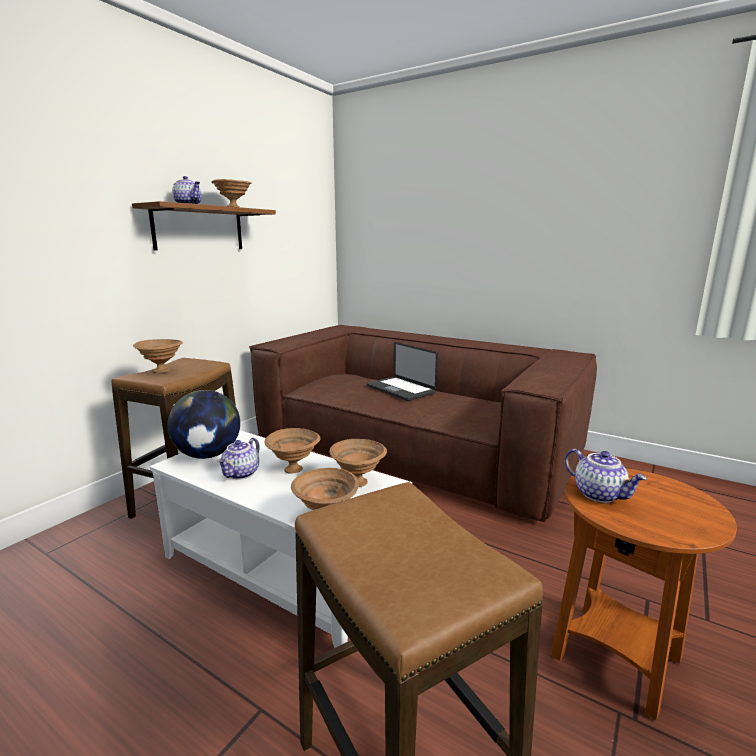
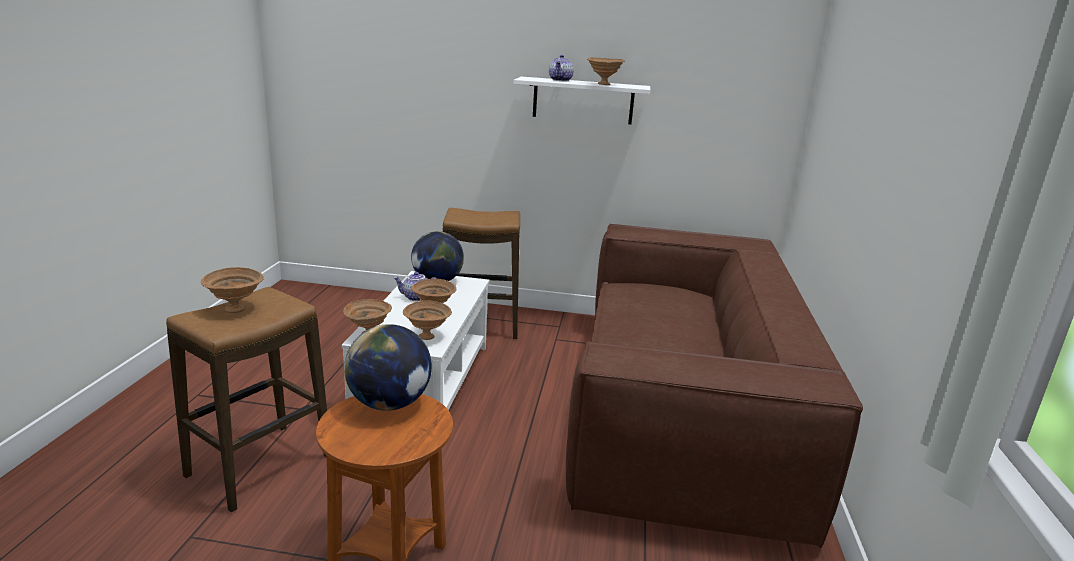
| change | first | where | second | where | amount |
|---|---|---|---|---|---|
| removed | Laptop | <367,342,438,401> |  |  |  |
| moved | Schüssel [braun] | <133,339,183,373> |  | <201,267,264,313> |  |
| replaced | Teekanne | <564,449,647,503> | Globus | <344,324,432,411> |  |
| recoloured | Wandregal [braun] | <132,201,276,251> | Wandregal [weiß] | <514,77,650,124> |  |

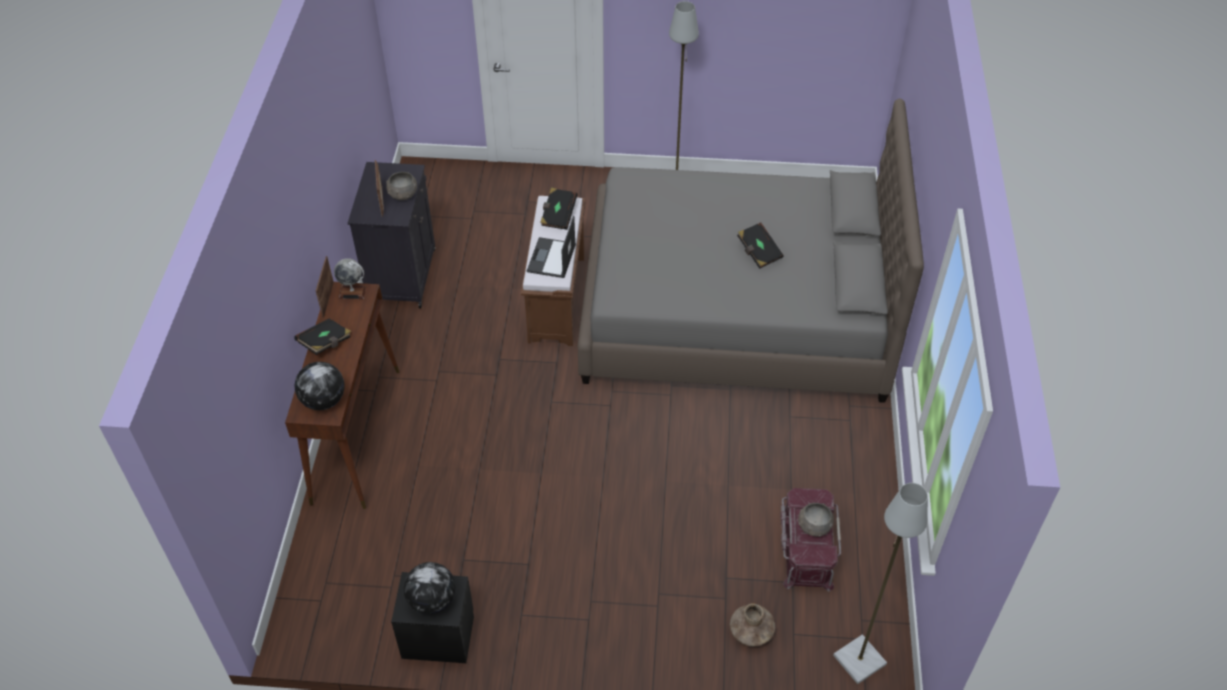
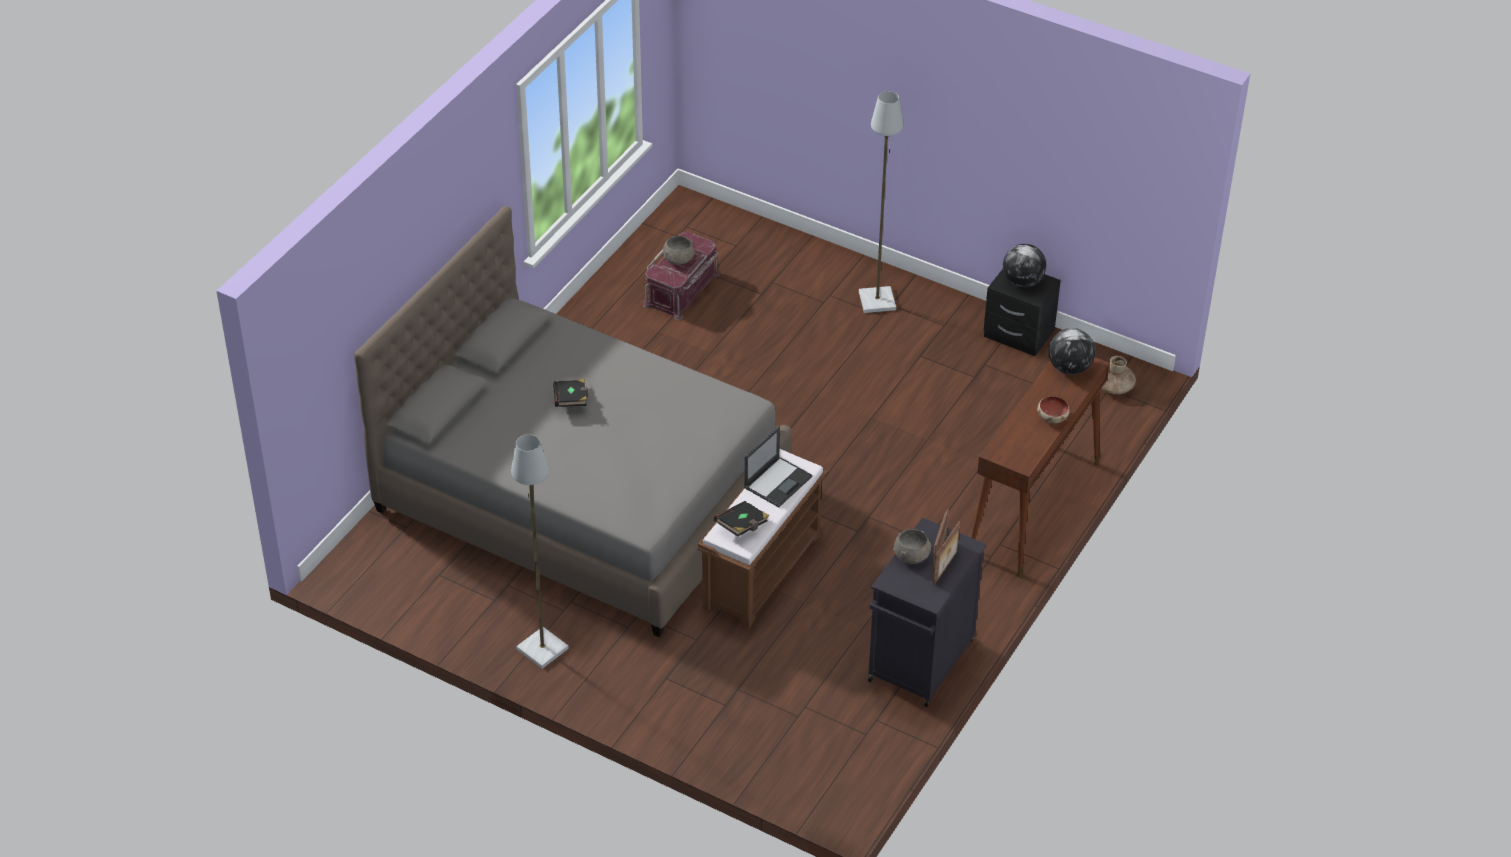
| change | first | where | second | where | amount |
|---|---|---|---|---|---|
| removed | Globus | <334,258,366,299> |  |  |  |
| moved | Bilderrahmen | <316,256,334,318> |  | <933,521,960,585> |  |
| moved | Vase [braun] | <730,603,775,647> |  | <1101,356,1136,394> |  |
| moved | Stehlampe [grau] | <833,483,928,684> |  | <859,91,903,313> |  |
| replaced | Buch [schwarz] | <294,318,351,355> | Schüssel | <1037,396,1070,424> |  |

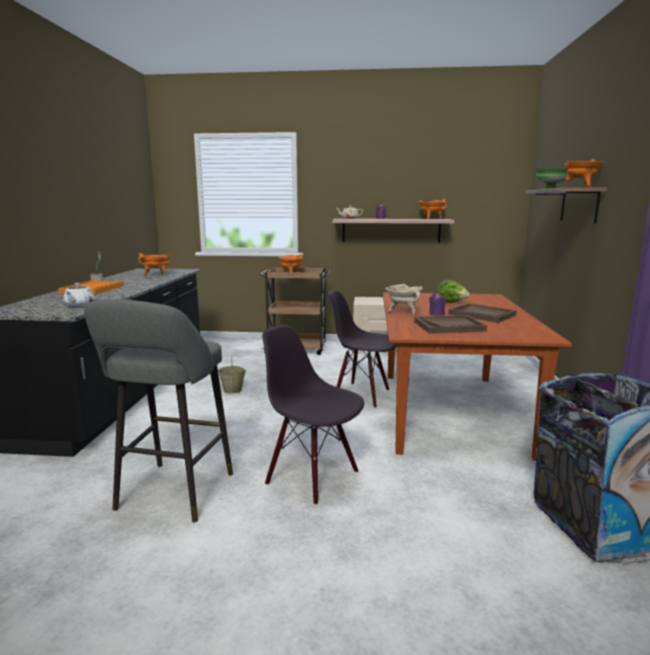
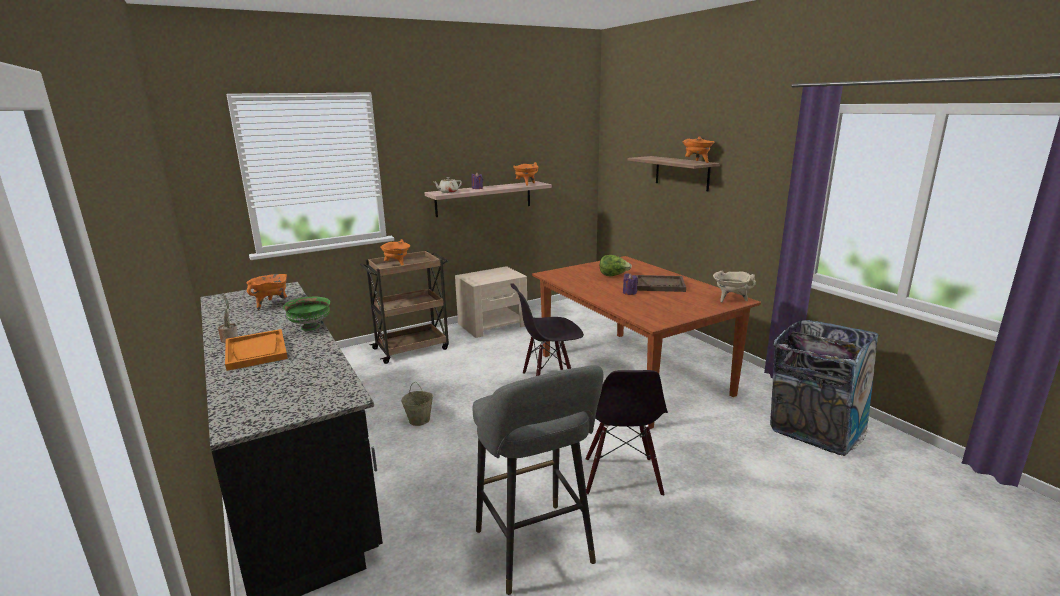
| change | first | where | second | where | amount |
|---|---|---|---|---|---|
| removed | Teekanne [weiß] | <63,283,95,306> |  |  |  |
| removed | Tablett [braun] | <414,315,487,334> |  |  |  |
| moved | Kochtopf [beige] | <386,284,423,316> |  | <713,271,756,302> |  |
| moved | Schüssel [grün] | <536,169,568,189> |  | <283,297,330,331> |  |
| turned | Stuhl [schwarz] | <262,325,364,505> |  | <586,370,668,496> | 90 degrees counterclockwise |

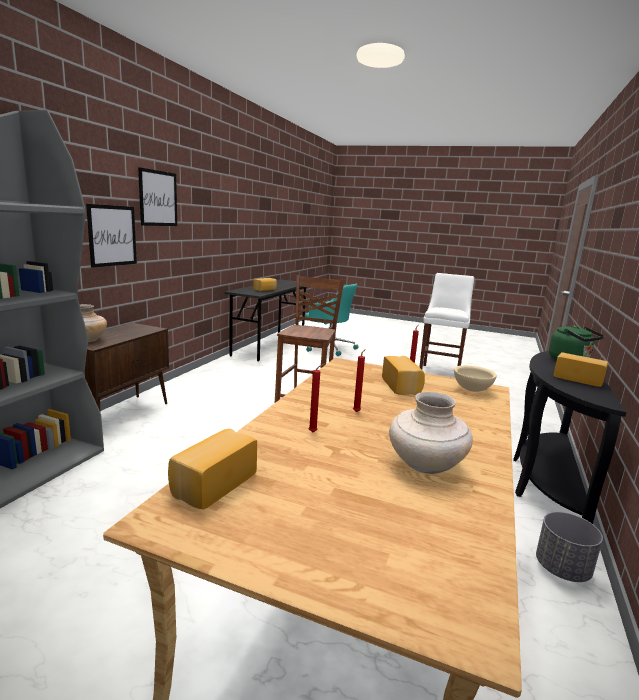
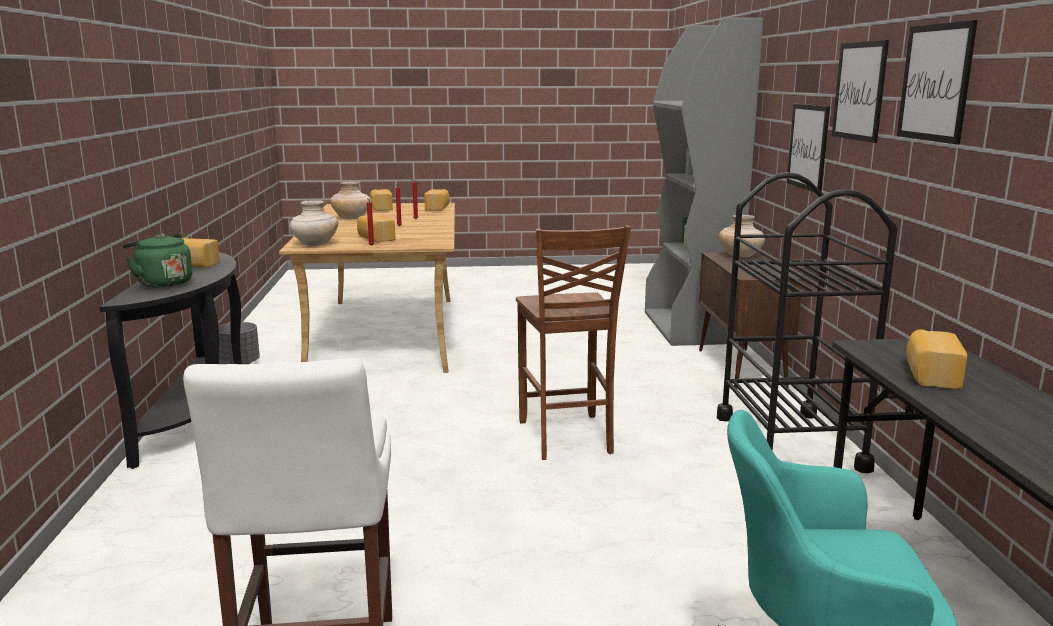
| change | first | where | second | where | amount |
|---|---|---|---|---|---|
| added |  |  | Brot | <370,189,393,211> |  |
| added |  |  | Rollwagen [schwarz] | <717,172,897,473> |  |
| added |  |  | Bild | <897,20,978,144> |  |
| replaced | Schüssel [beige] | <454,365,497,392> | Vase [beige] | <290,200,338,246> |  |

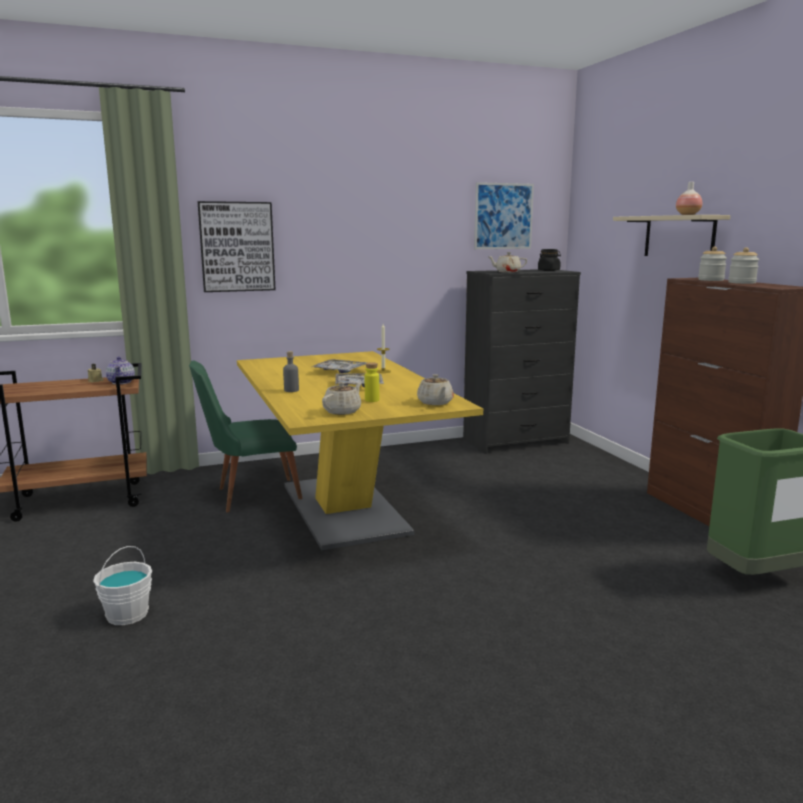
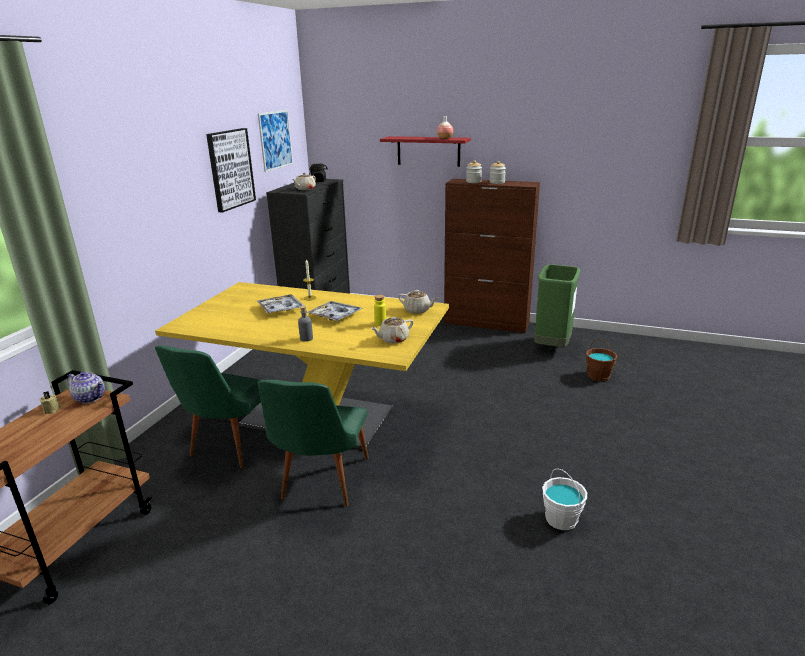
| change | first | where | second | where | amount |
|---|---|---|---|---|---|
| added |  |  | Stuhl [grün] | <258,380,369,507> |  |
| added |  |  | Eimer [braun] | <586,339,617,381> |  |
| moved | Eimer [weiß] | <93,546,152,625> |  | <542,468,587,530> |  |
| moved | Bild | <198,201,275,292> |  | <206,128,256,213> |  |
| recoloured | Wandregal [beige] | <613,215,730,256> | Wandregal [rot] | <380,136,471,167> |  |
| turned | Teekanne [beige] | <322,382,362,415> |  | <371,317,413,344> | 105 degrees counterclockwise |

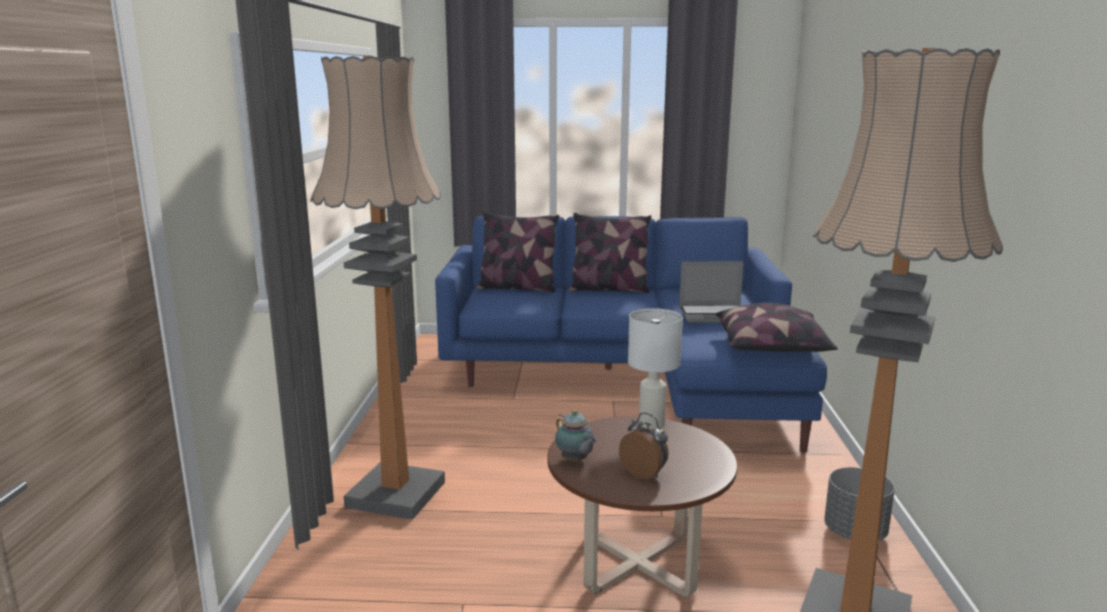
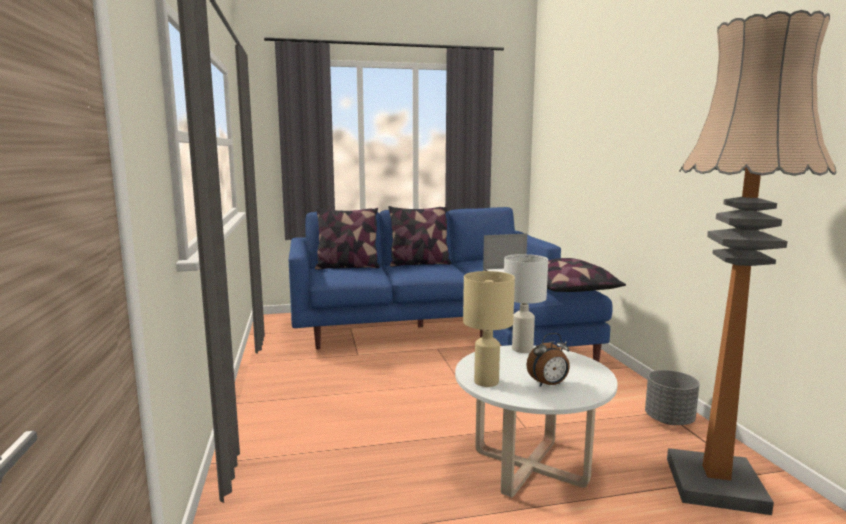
| change | first | where | second | where | amount |
|---|---|---|---|---|---|
| removed | Stehlampe | <310,56,445,520> |  |  |  |
| replaced | Teekanne | <555,410,597,462> | Tischlampe [beige] | <463,271,515,387> |  |
| recoloured | Couchtisch [braun] | <547,417,737,597> | Couchtisch [weiß] | <455,345,618,498> |  |
| turned | Wecker | <619,412,669,479> |  | <527,333,570,387> | 135 degrees clockwise |

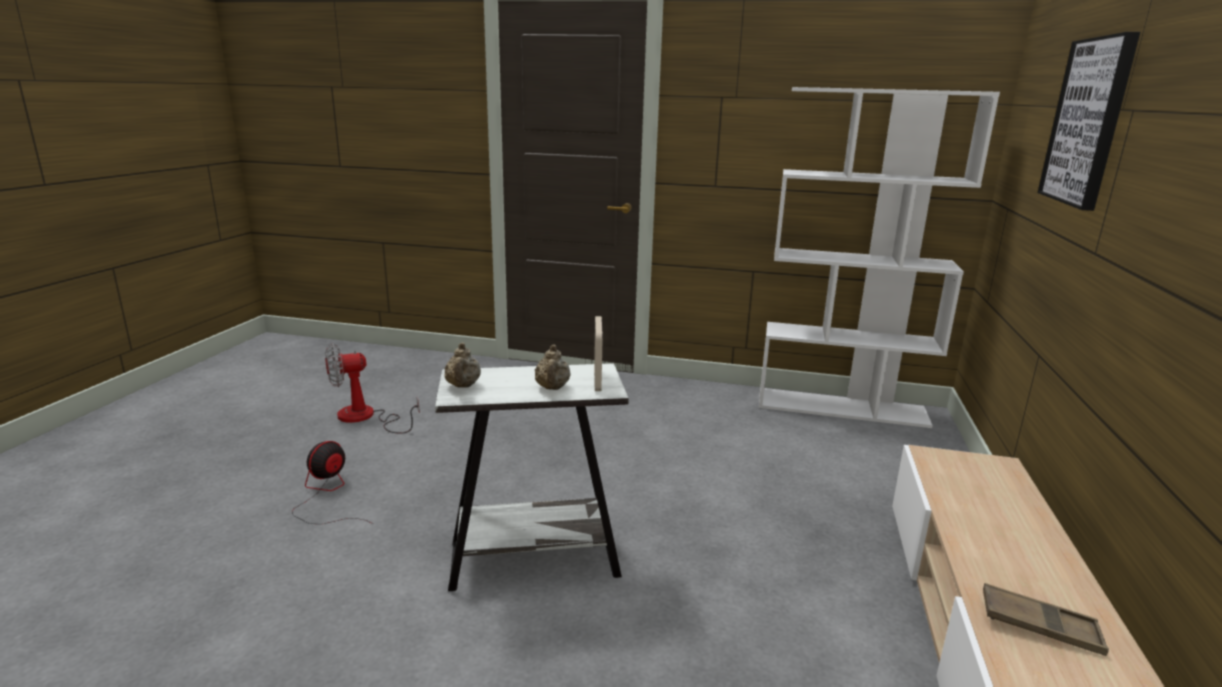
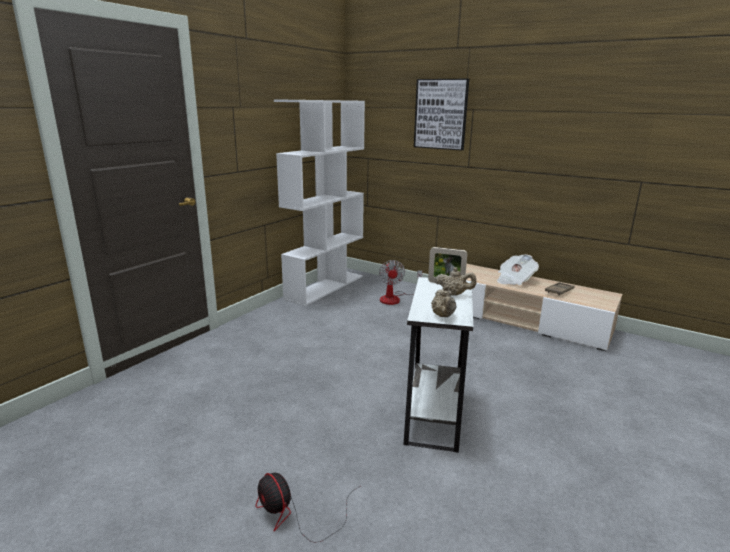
| change | first | where | second | where | amount |
|---|---|---|---|---|---|
| added |  |  | Zeitung | <497,254,539,285> |  |
| moved | Ventilator | <325,344,420,434> |  | <379,260,422,305> |  |
| turned | Teekanne [beige] | <444,342,481,388> |  | <431,286,457,317> | 75 degrees clockwise |

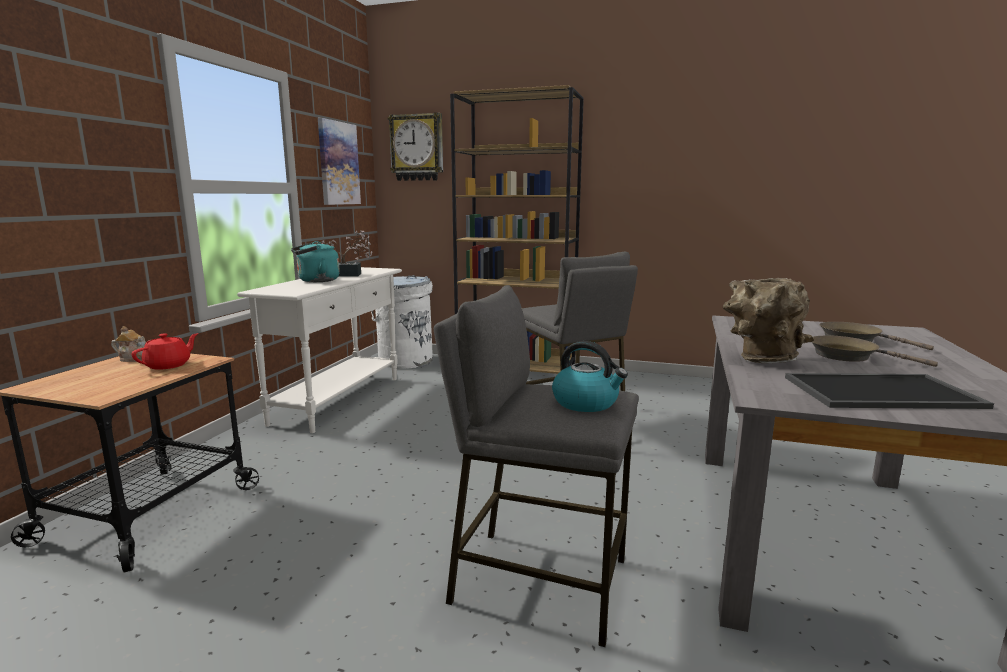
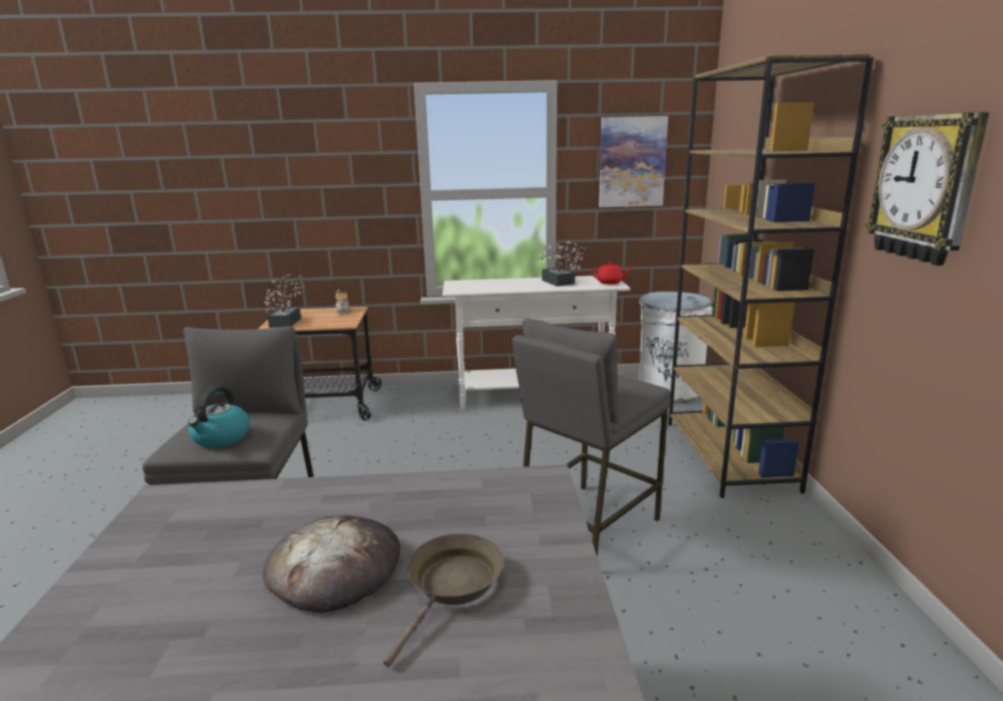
| change | first | where | second | where | amount |
|---|---|---|---|---|---|
| removed | Wasserkessel [türkis] | <291,241,340,282> |  |  |  |
| removed | Vase [braun] | <723,278,815,363> |  |  |  |
| removed | Tablett | <785,373,994,409> |  |  |  |
| added |  |  | Topfpflanze | <264,274,305,328> |  |
| moved | Teekanne [rot] | <132,333,198,370> |  | <590,262,633,284> |  |
| moved | Wanduhr | <388,112,443,181> |  | <865,112,990,266> |  |
| replaced | Pfanne [braun] | <812,336,938,367> | Brot | <263,516,400,613> |  |

